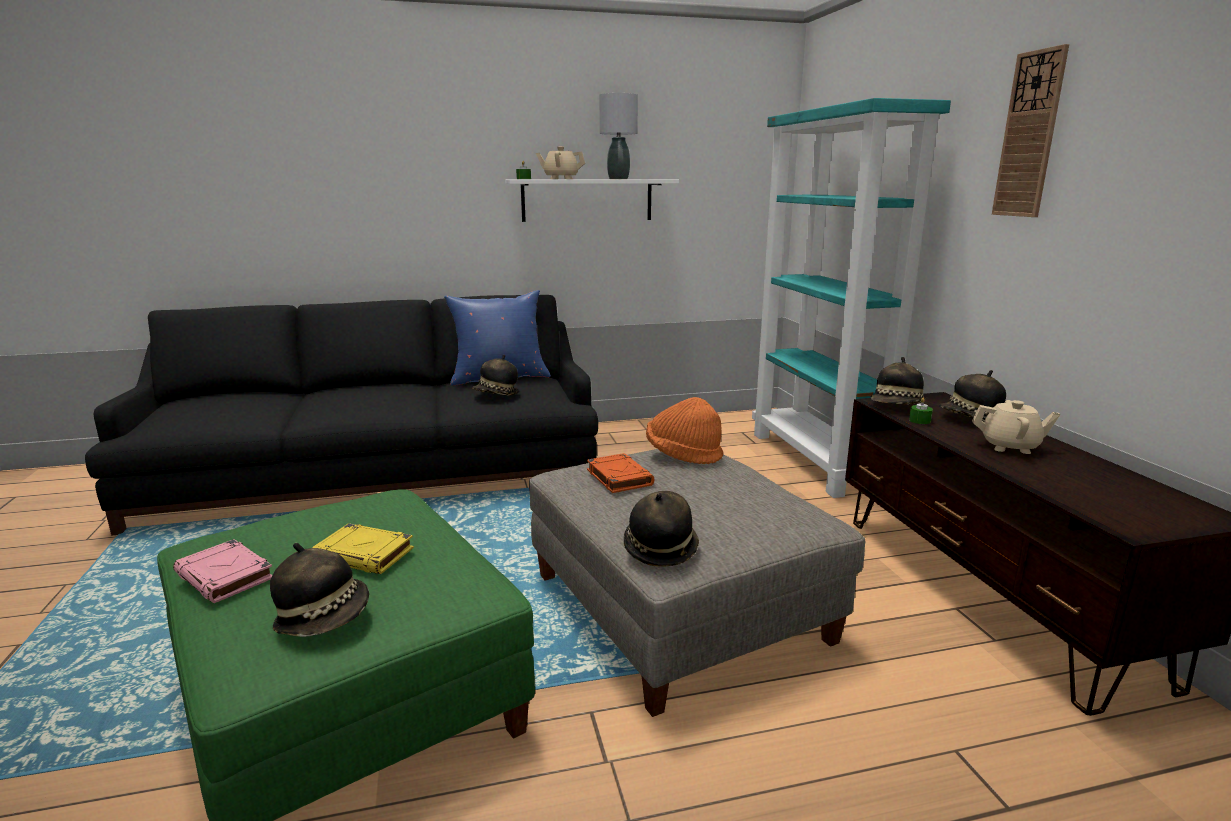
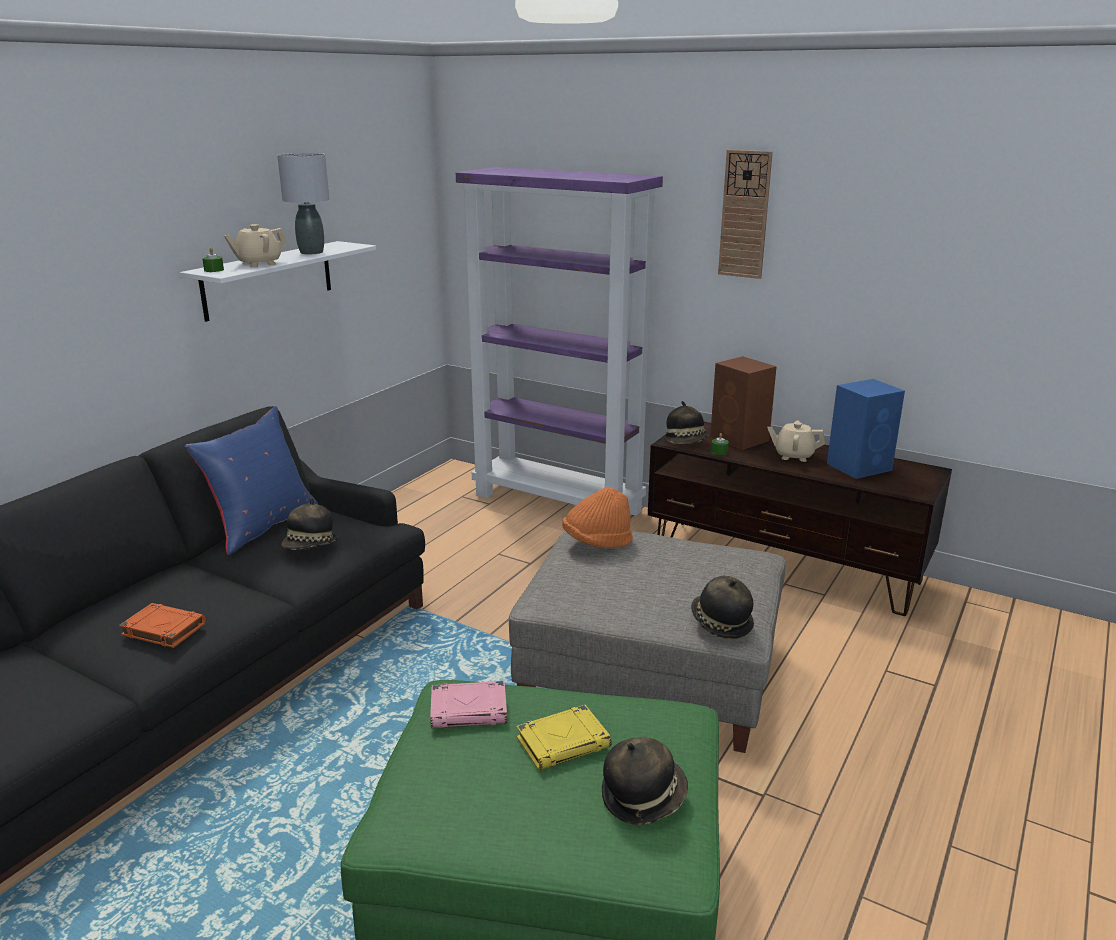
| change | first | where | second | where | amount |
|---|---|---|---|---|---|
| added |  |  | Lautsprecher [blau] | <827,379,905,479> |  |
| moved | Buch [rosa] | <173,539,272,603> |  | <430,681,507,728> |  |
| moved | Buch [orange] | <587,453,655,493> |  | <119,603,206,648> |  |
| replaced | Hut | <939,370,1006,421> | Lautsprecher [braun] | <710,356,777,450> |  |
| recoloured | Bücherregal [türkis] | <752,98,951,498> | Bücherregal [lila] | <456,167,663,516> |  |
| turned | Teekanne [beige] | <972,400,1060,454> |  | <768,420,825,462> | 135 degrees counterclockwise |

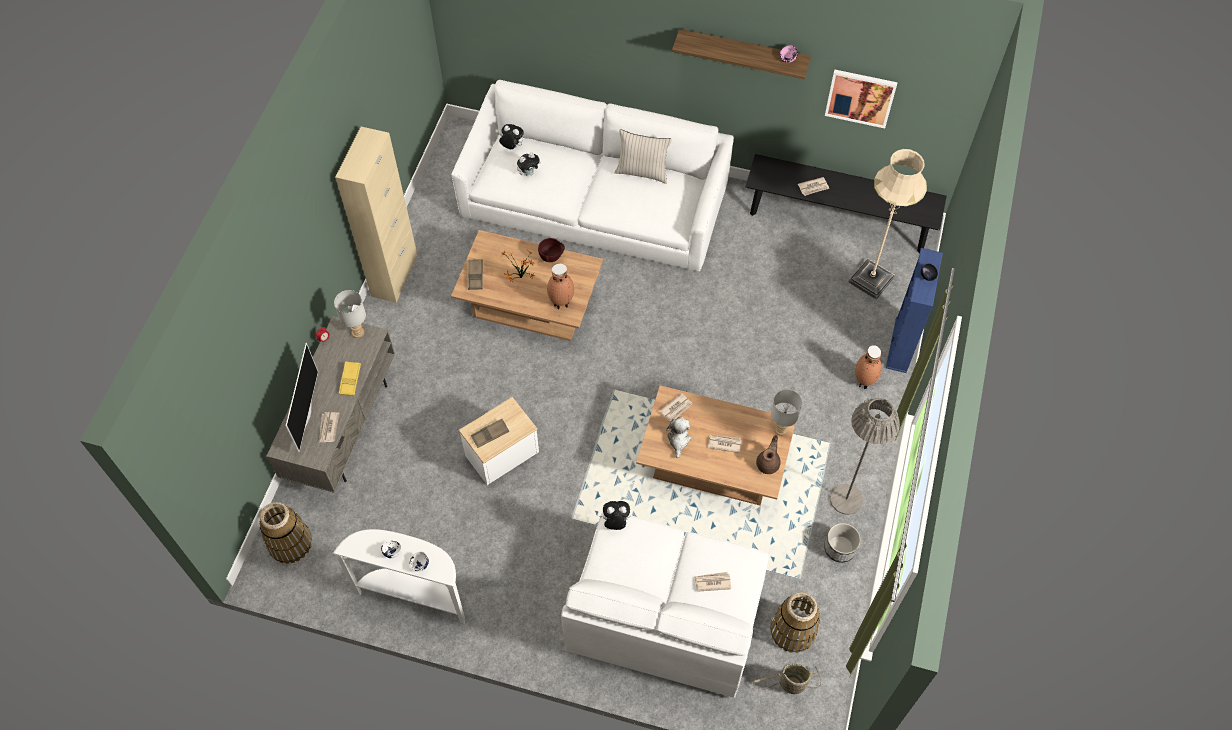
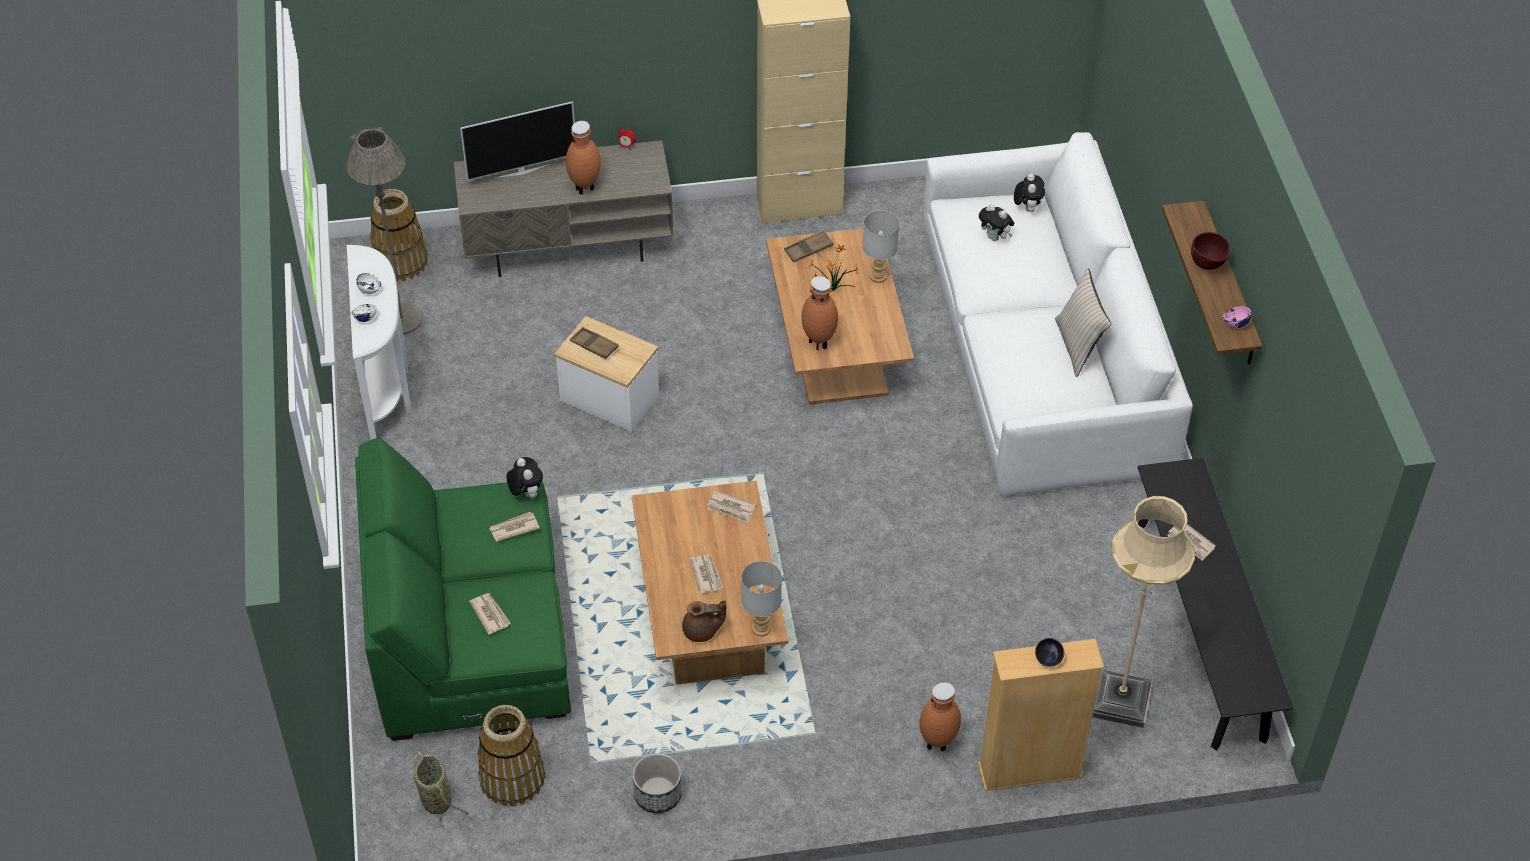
| change | first | where | second | where | amount |
|---|---|---|---|---|---|
| removed | Plüschtier | <666,417,691,458> |  |  |  |
| removed | Bild | <825,70,898,128> |  |  |  |
| moved | Zeitung | <319,412,340,443> |  | <489,512,540,542> |  |
| moved | Tischlampe [grau] | <334,290,366,338> |  | <863,210,899,283> |  |
| moved | Schüssel [braun] | <538,238,565,262> |  | <1191,232,1230,270> |  |
| moved | Stehlampe [grau] | <830,398,900,515> |  | <346,127,422,335> |  |
| replaced | Tablett [gelb] | <339,361,361,396> | Vase [braun] | <566,121,601,195> |  |
| recoloured | Sofa [weiß] | <561,511,769,698> | Sofa [grün] | <355,437,571,741> |  |
| recoloured | Bücherregal [blau] | <886,248,943,373> | Bücherregal [beige] | <978,639,1104,791> |  |

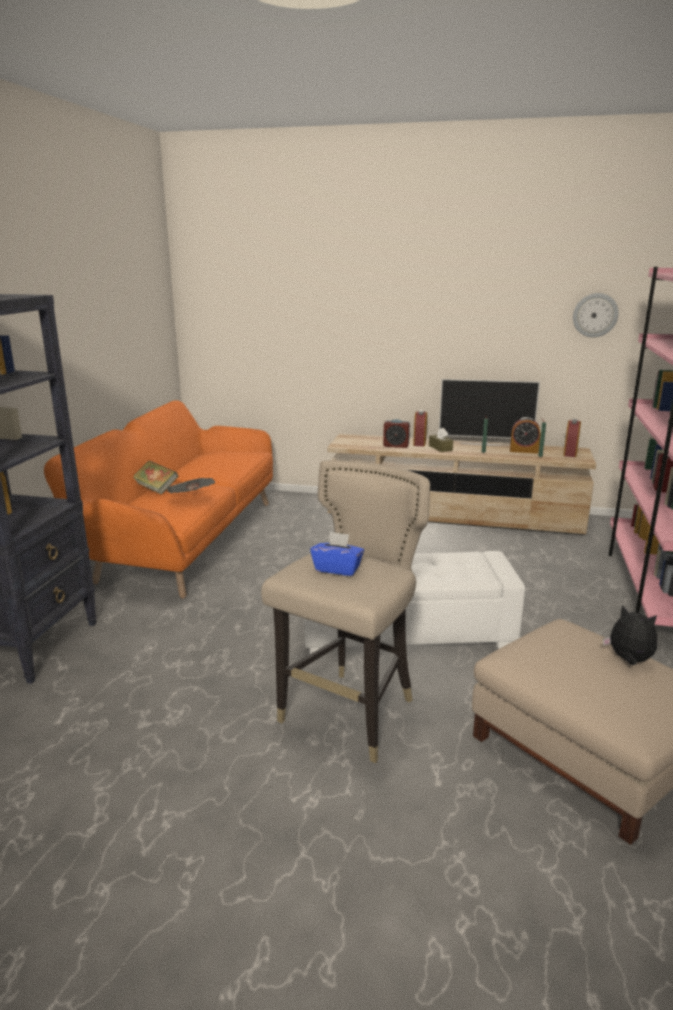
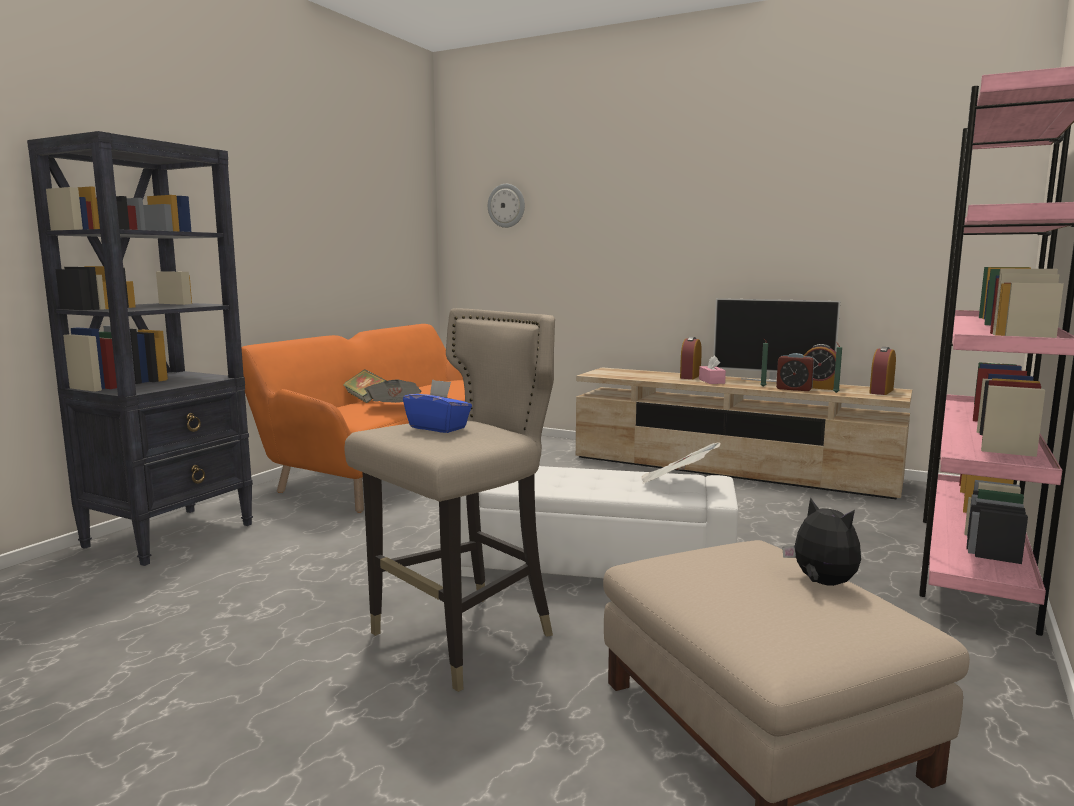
| change | first | where | second | where | amount |
|---|---|---|---|---|---|
| added |  |  | Zeitung | <641,443,721,484> |  |
| moved | Wecker | <383,419,410,448> |  | <776,353,814,391> |  |
| moved | Wanduhr | <573,293,619,337> |  | <488,184,525,228> |  |
| recoloured | Taschentuchbox [braun] | <429,427,453,452> | Taschentuchbox [rosa] | <699,356,726,384> |  |

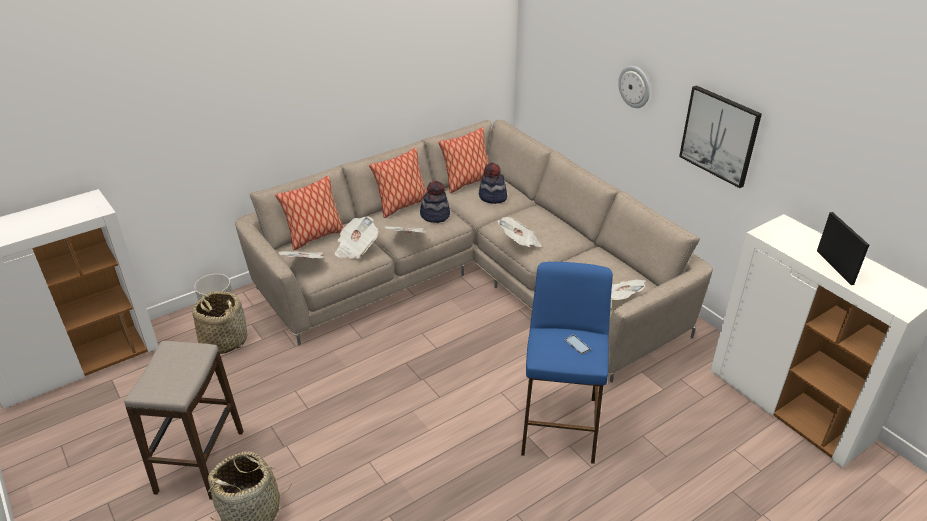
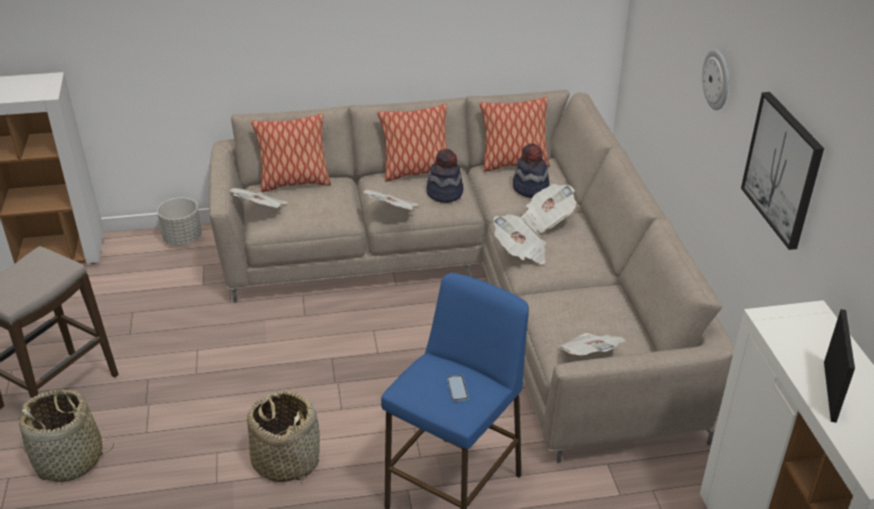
| change | first | where | second | where | amount |
|---|---|---|---|---|---|
| moved | Korb | <192,291,247,354> |  | <247,390,320,482> |  |
| moved | Zeitung | <335,216,378,259> |  | <521,184,576,233> |  |

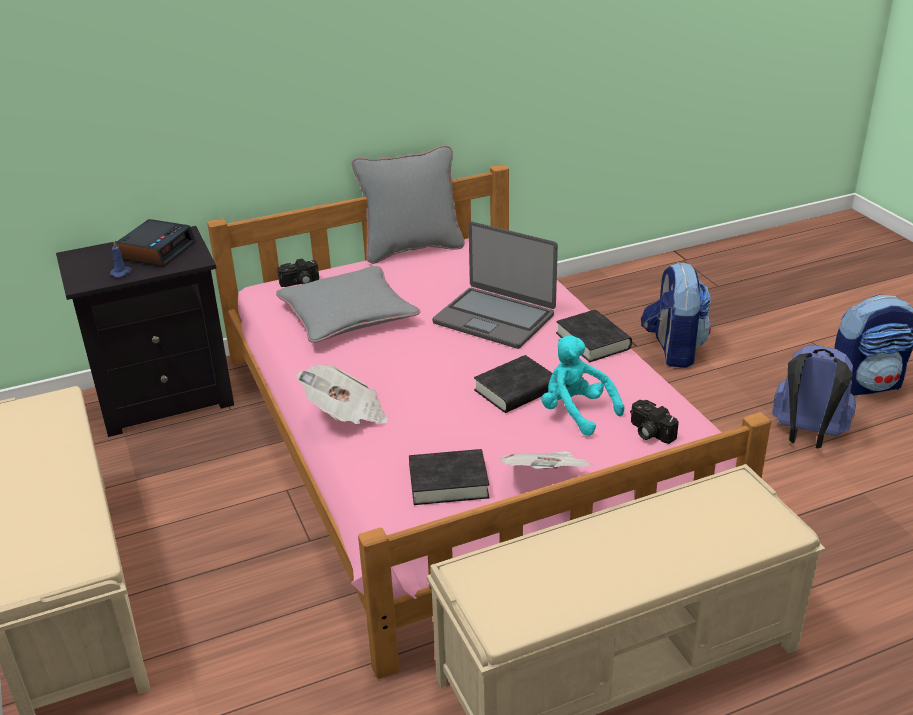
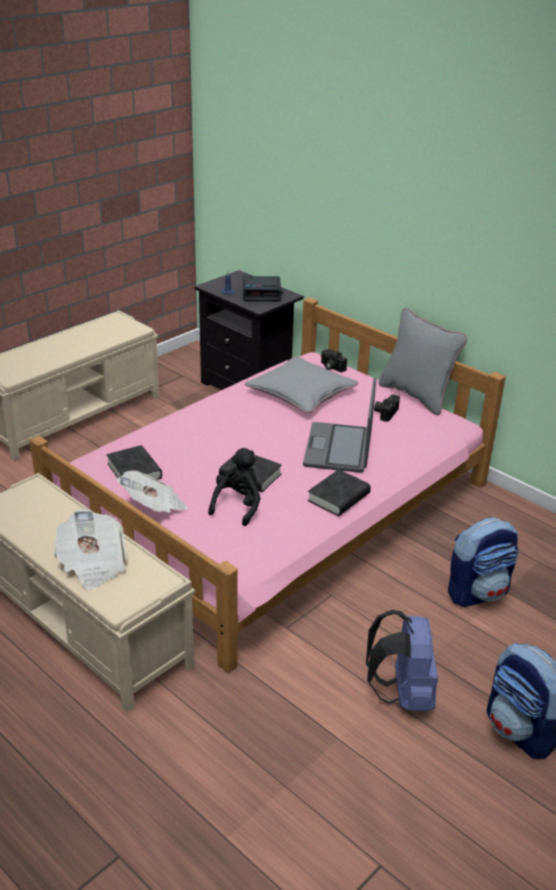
| change | first | where | second | where | amount |
|---|---|---|---|---|---|
| moved | Zeitung | <296,365,388,424> |  | <54,509,127,590> |  |
| moved | Kamera | <630,400,679,444> |  | <374,394,400,422> |  |
| recoloured | Plüschtier [türkis] | <542,336,624,436> | Plüschtier [schwarz] | <208,448,261,526> |  |

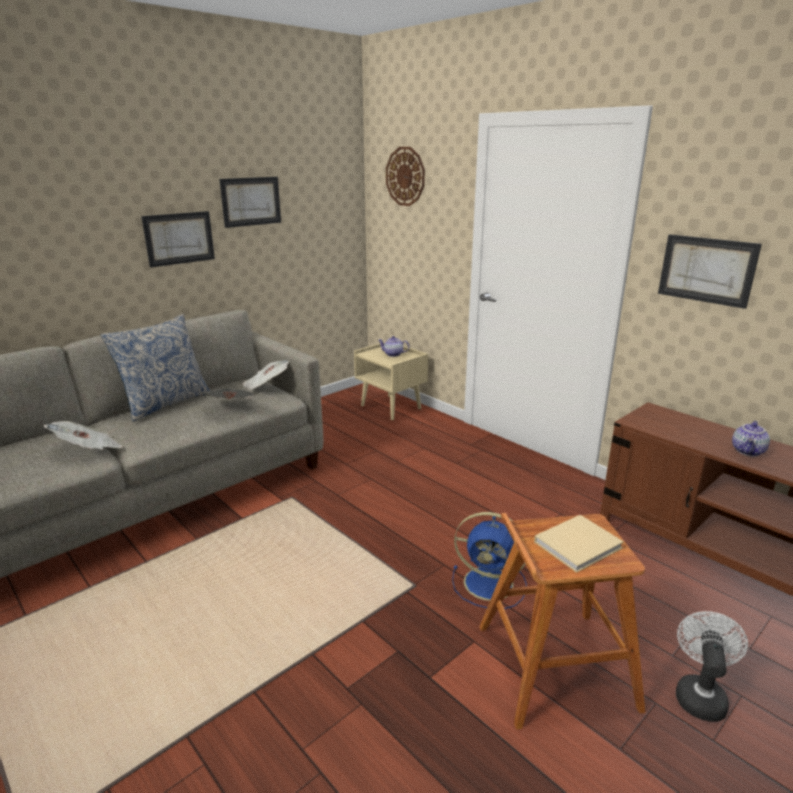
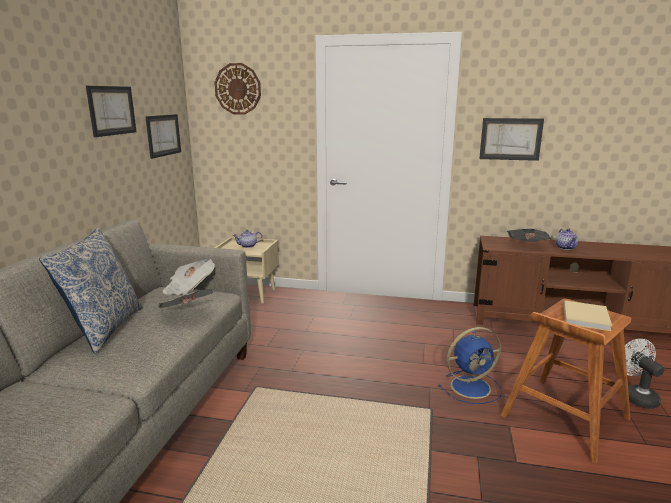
| change | first | where | second | where | amount |
|---|---|---|---|---|---|
| moved | Zeitung | <43,421,124,450> |  | <507,229,551,242> |  |
| moved | Bild | <141,211,215,267> |  | <145,114,181,159> |  |

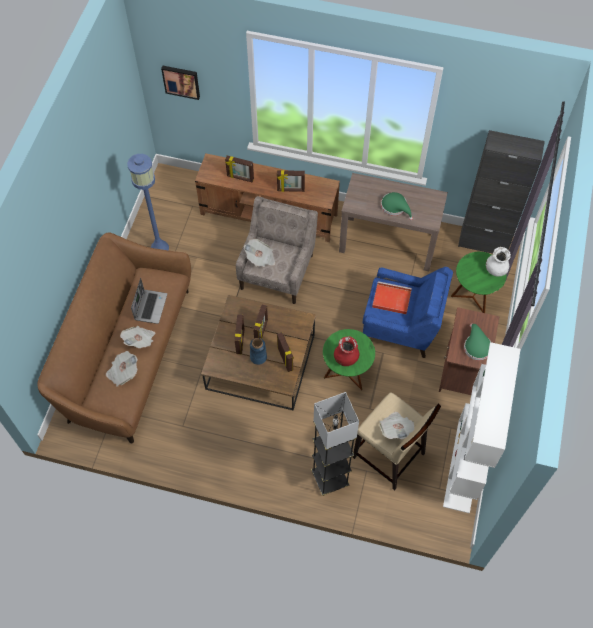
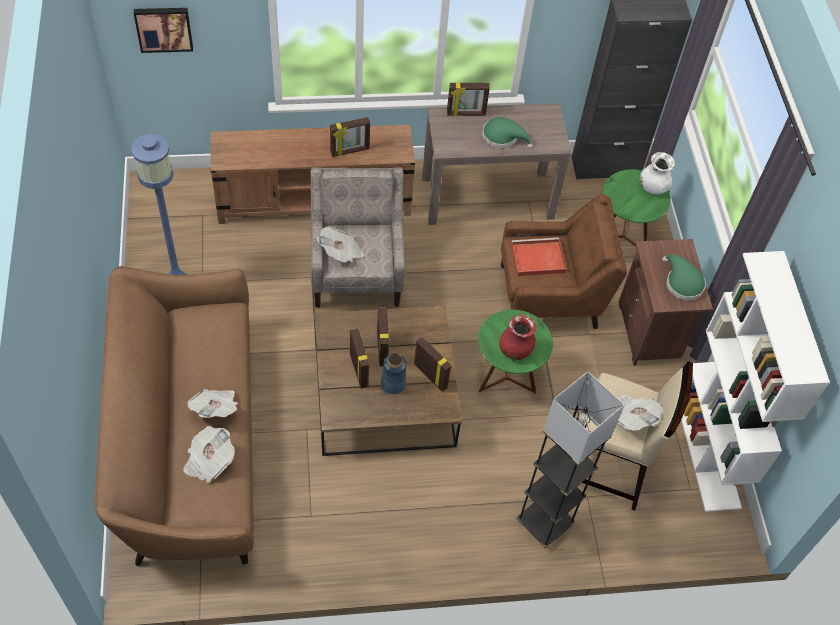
| change | first | where | second | where | amount |
|---|---|---|---|---|---|
| removed | Laptop | <131,278,167,324> |  |  |  |
| moved | Bilderrahmen | <225,155,254,182> |  | <447,83,490,116> |  |
| recoloured | Sessel [blau] | <363,267,453,358> | Sessel [braun] | <501,194,627,329> |  |

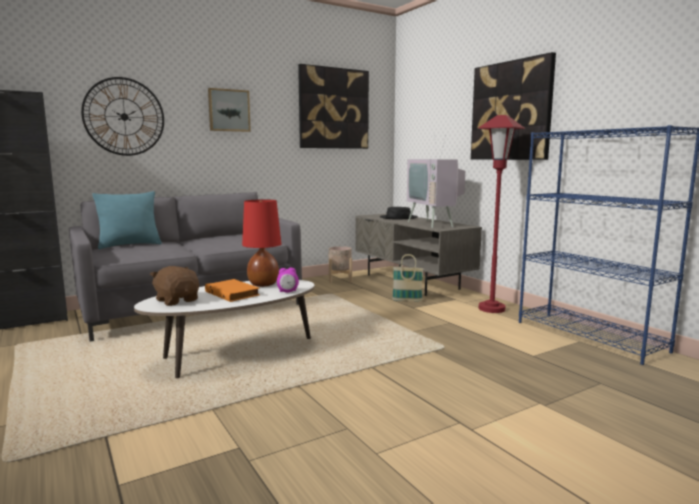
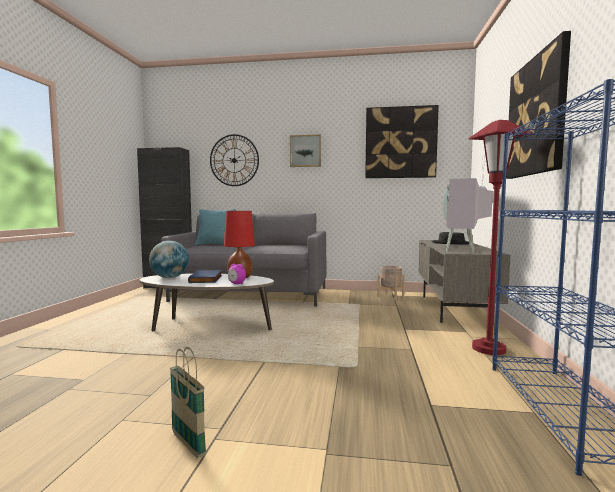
| change | first | where | second | where | amount |
|---|---|---|---|---|---|
| moved | Korb | <392,254,424,301> |  | <170,347,206,458> |  |
| replaced | Plüschtier [braun] | <150,266,199,306> | Globus | <149,241,189,278> |  |
| recoloured | Buch [orange] | <205,279,260,302> | Buch [blau] | <188,270,222,283> |  |

